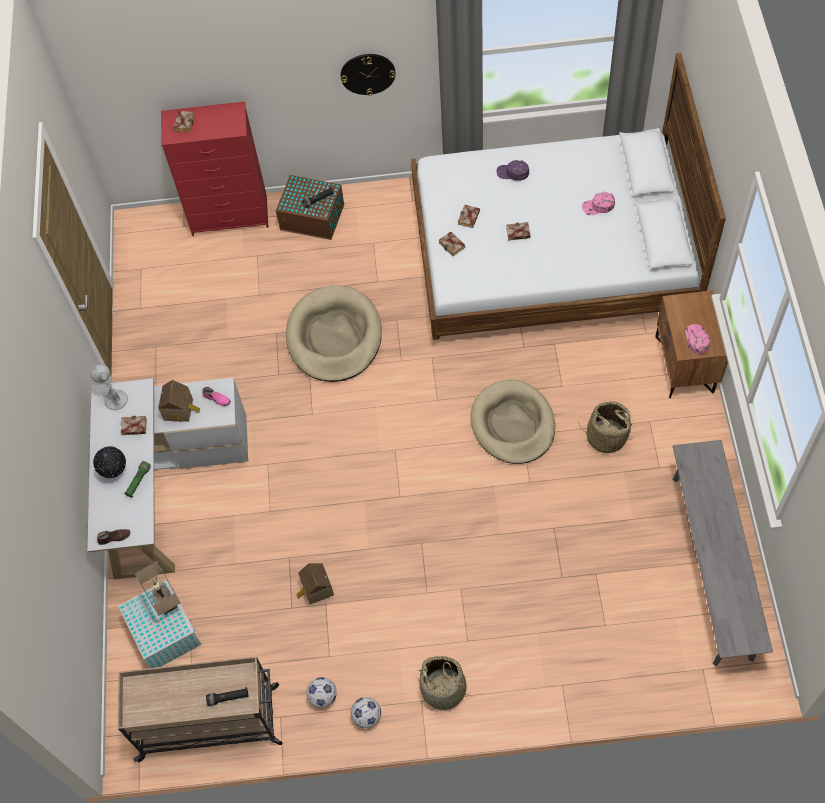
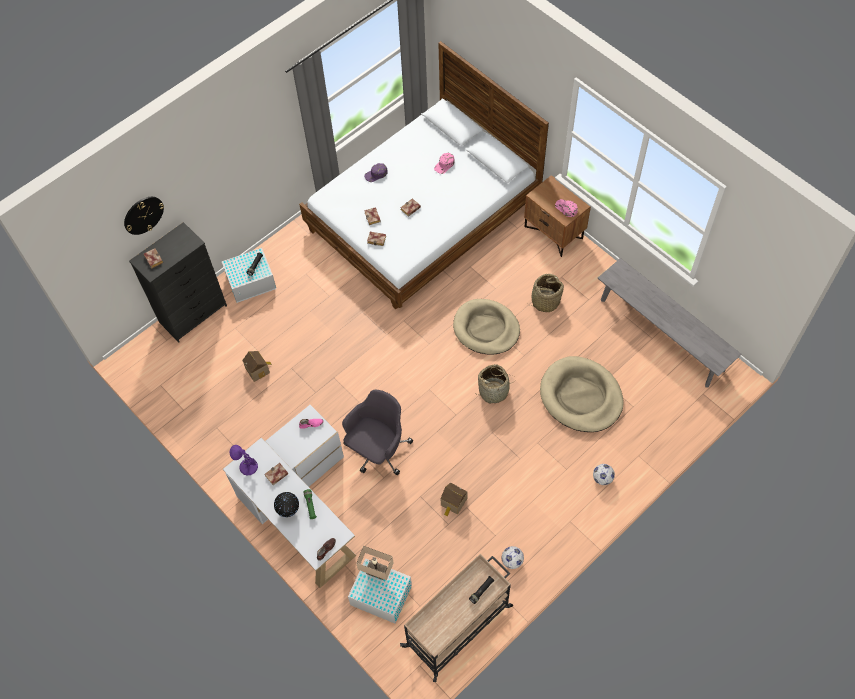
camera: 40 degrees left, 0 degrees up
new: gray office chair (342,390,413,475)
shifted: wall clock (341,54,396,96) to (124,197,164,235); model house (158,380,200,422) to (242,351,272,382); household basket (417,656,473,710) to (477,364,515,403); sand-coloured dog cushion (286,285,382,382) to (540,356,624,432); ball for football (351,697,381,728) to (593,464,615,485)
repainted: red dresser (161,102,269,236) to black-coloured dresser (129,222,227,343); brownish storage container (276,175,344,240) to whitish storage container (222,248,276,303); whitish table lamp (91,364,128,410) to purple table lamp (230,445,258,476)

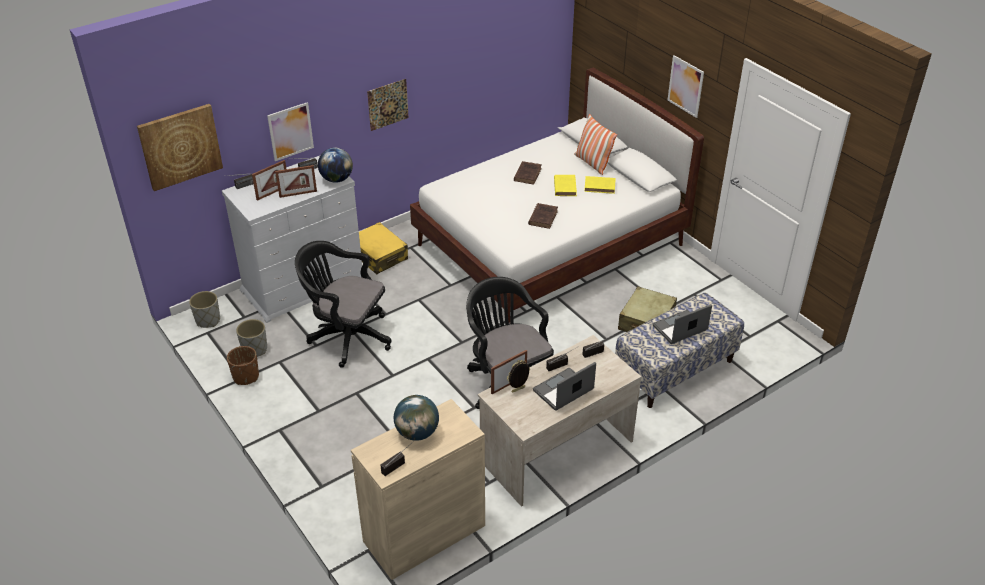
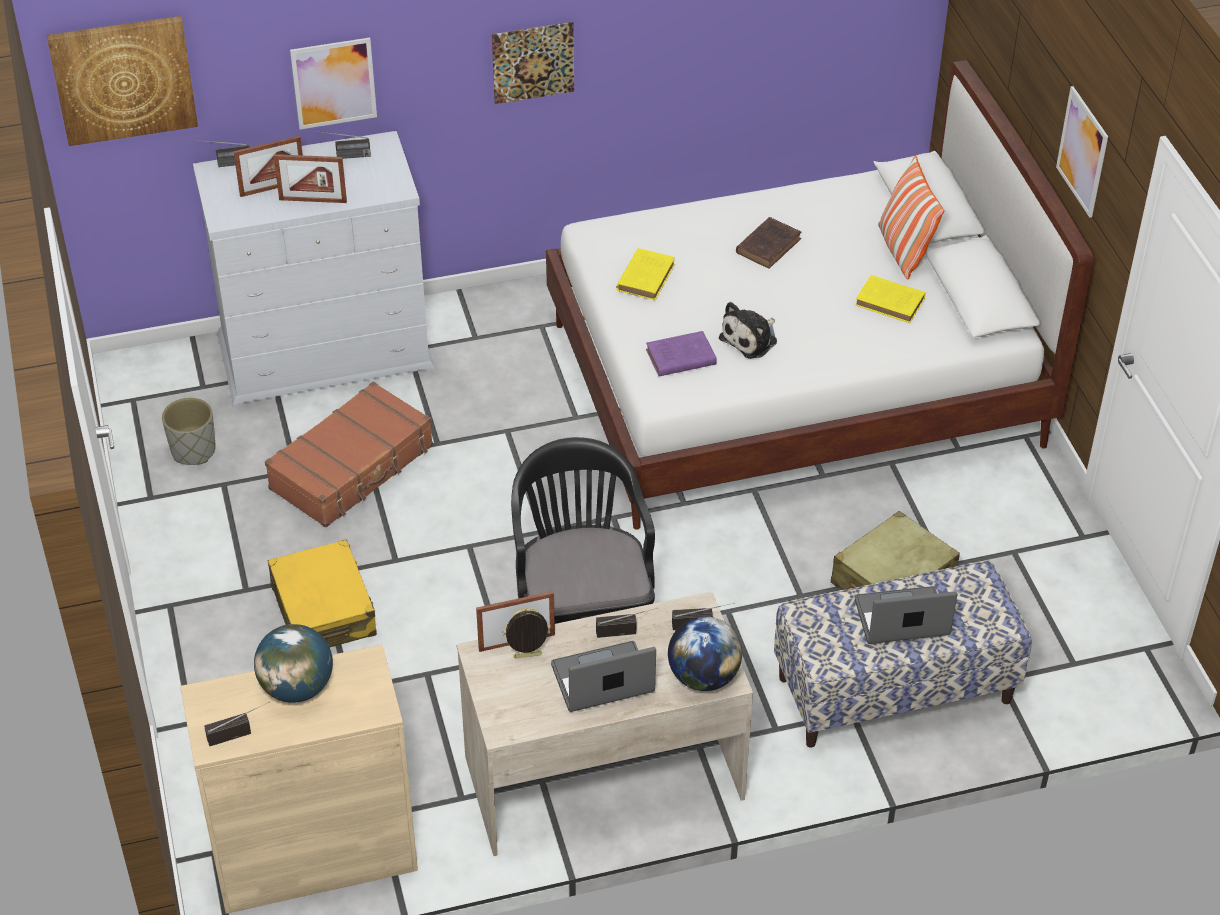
camera: 20 degrees right, 5 degrees up
gone: gray plant pot (189,291,220,328); brownish plant pot (227,346,259,385)
new: purple volume (646,331,717,376)
shifted: yellow-coloured travel case (359,222,408,275) to (268,539,377,647); yellow-coloured volume (554,175,577,196) to (616,248,675,300); world globe (318,148,353,183) to (668,616,742,691)
swapped: black-coloured office chair (295,241,392,368) to brownish travel case (265,381,433,528); brownish volume (528,203,558,229) to soft toy (719,302,777,359)

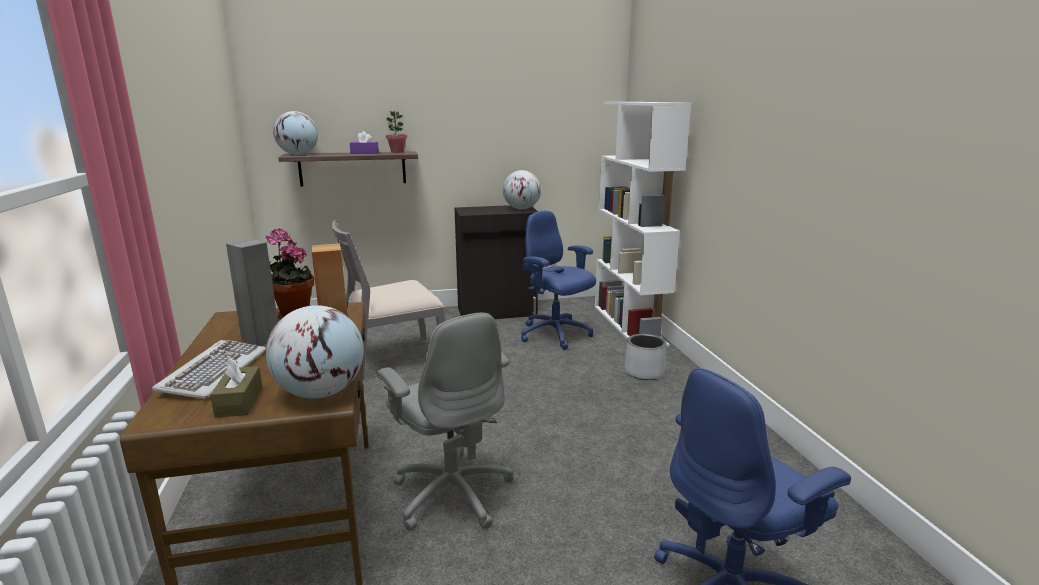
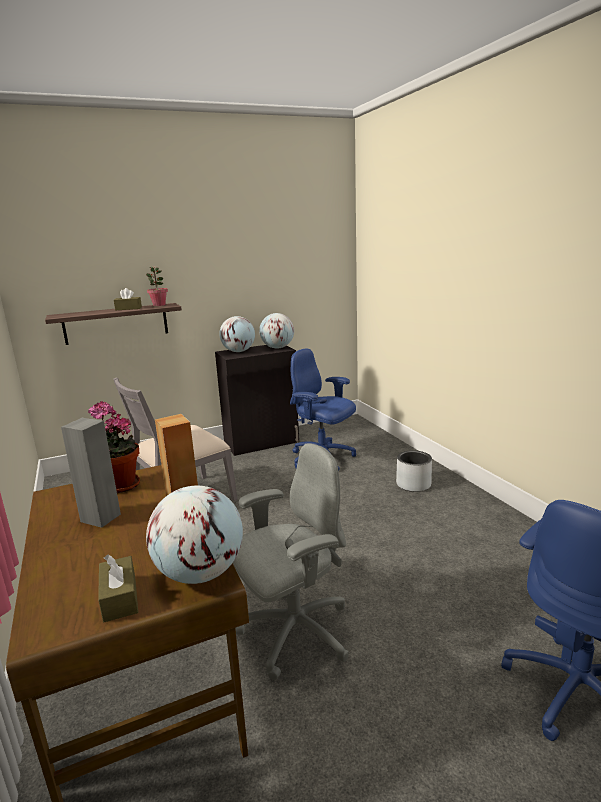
camera: 10 degrees left, 0 degrees up
gone: keyboard (152,340,266,399); whitish bookshelf (595,102,691,347)
shifted: world globe (273,111,318,155) to (219,316,255,352)
repainted: purple tissue holder (350,131,379,154) to brownish tissue holder (114,288,142,310)
rotated: gray office chair (377,313,513,531) = (233,443,349,680) 75 degrees counterclockwise

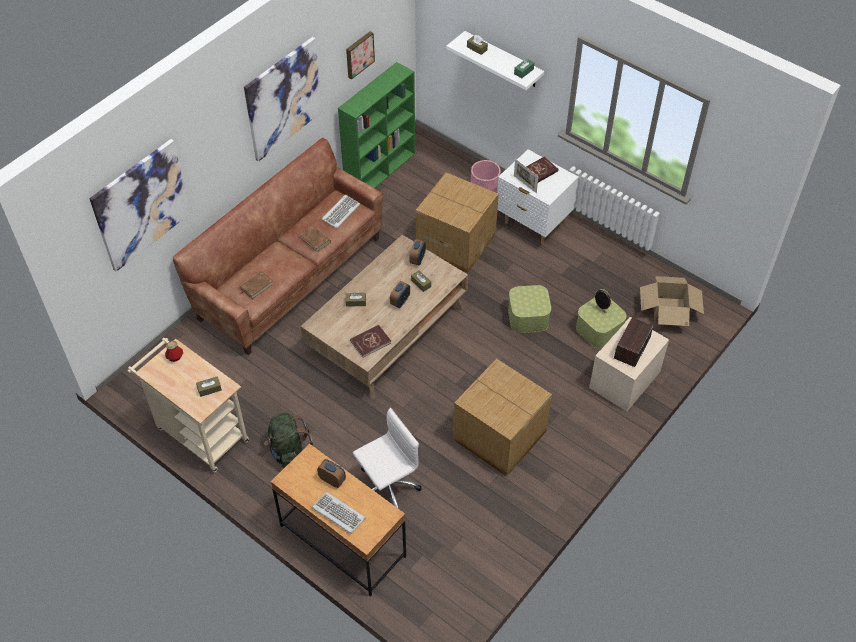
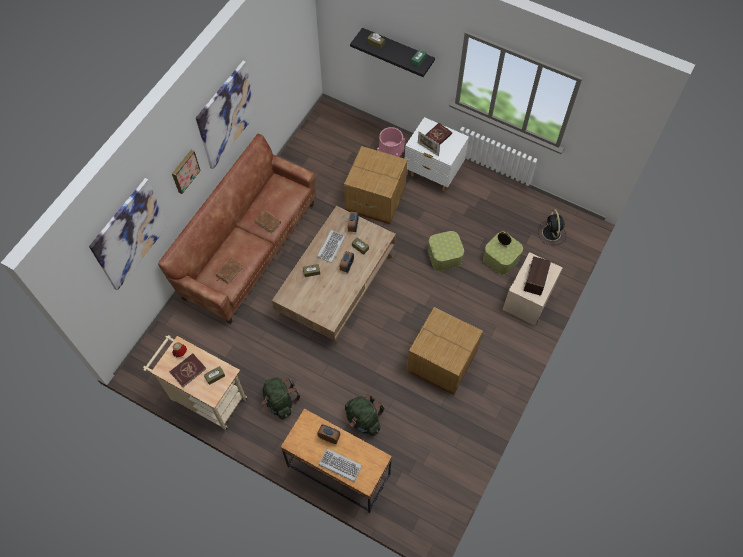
camera: 10 degrees left, 10 degrees up
gone: green-coloured bookshelf (338,62,415,188)
shifted: red volume (350,325,391,358) to (170,353,206,387); picture (346,31,375,79) to (172,150,201,194); keyboard (322,195,360,228) to (317,230,345,263)
swapped: whitish office chair (353,408,421,509) to green-coloured knapsack (345,394,385,436); carton (640,276,704,326) to black-coloured fan (538,209,566,245)
repainted: whitish wall shelf (446,31,544,90) to black-coloured wall shelf (350,28,435,77)

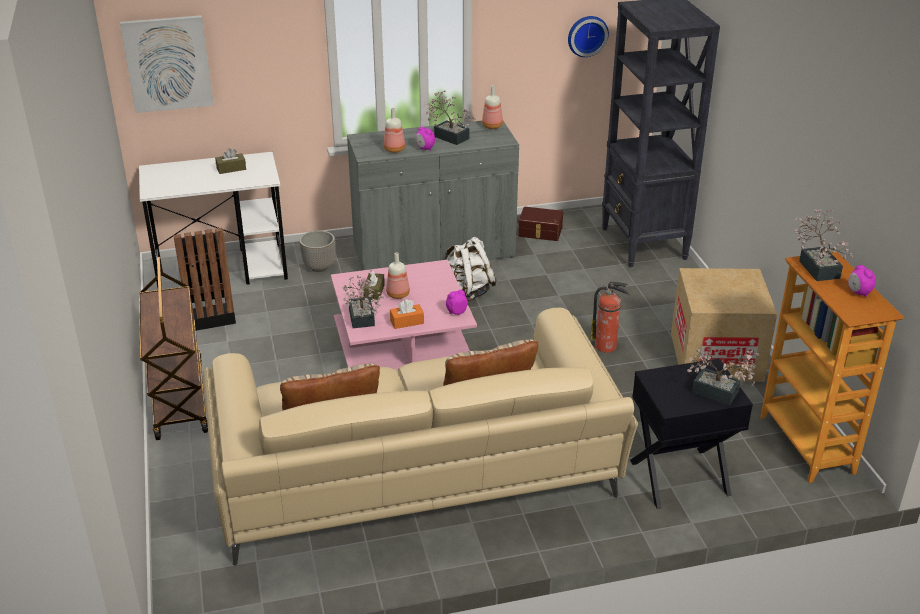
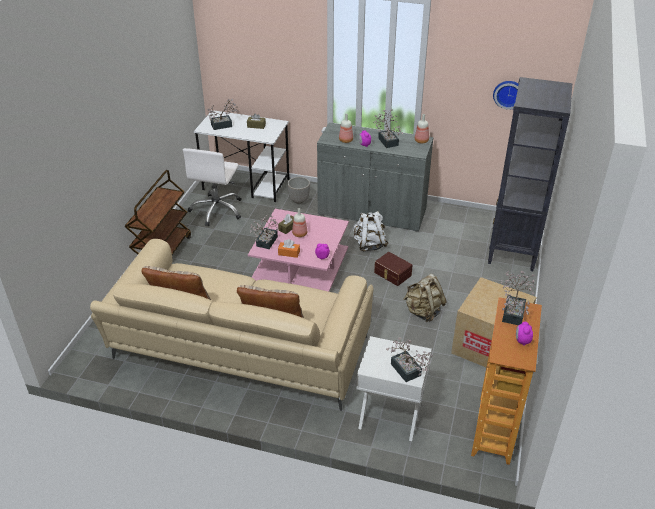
camera: 30 degrees right, 5 degrees up
gone: picture (120,15,214,113)
new: plant in a pot (205,99,239,130)
shifted: brownish storage container (518,207,563,241) to (374,252,412,286)
swapped: black-coloured trash can (173,228,236,331) to whitish office chair (183,148,242,226); fire-fighting cylinder (590,282,630,353) to sand-coloured knapsack (403,274,447,322)
repainted: black-coloured end table (630,359,753,509) to whitish end table (356,336,432,441)

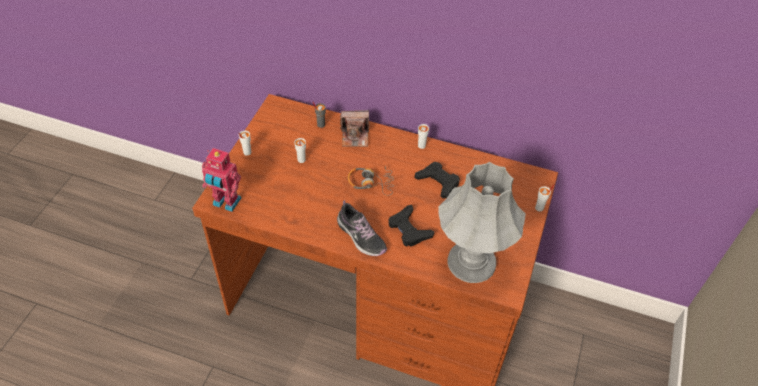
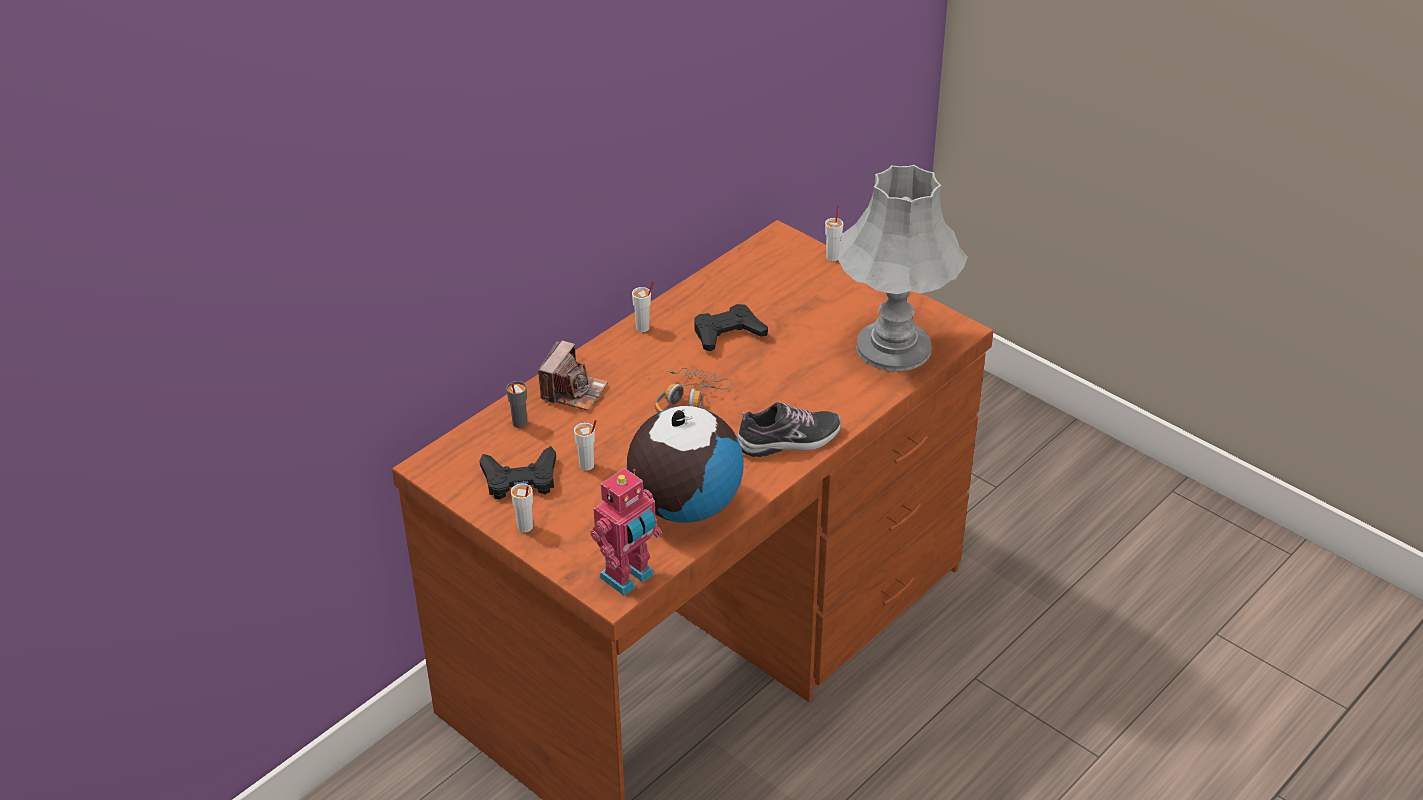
camera: 65 degrees left, 10 degrees down
new: world globe (627,406,744,523)
shifted: black-coloured gamepad (389,205,434,247) to (479,446,556,499)

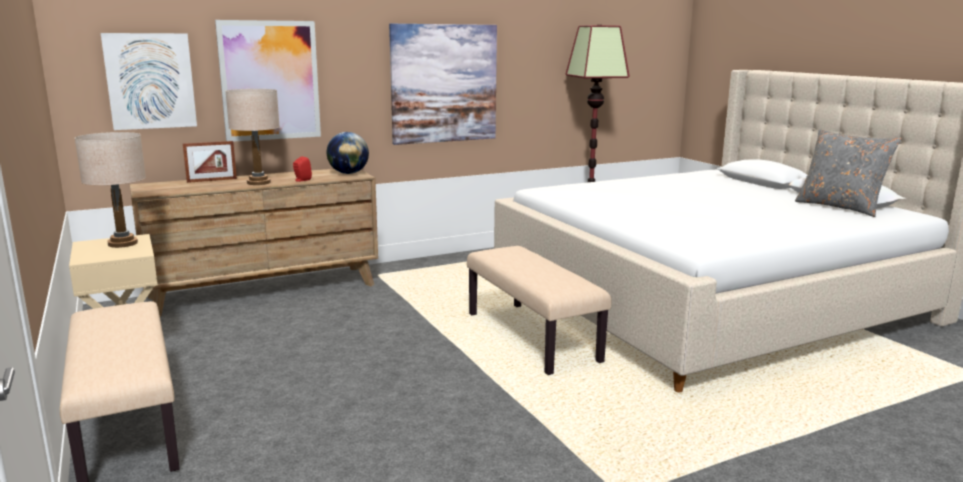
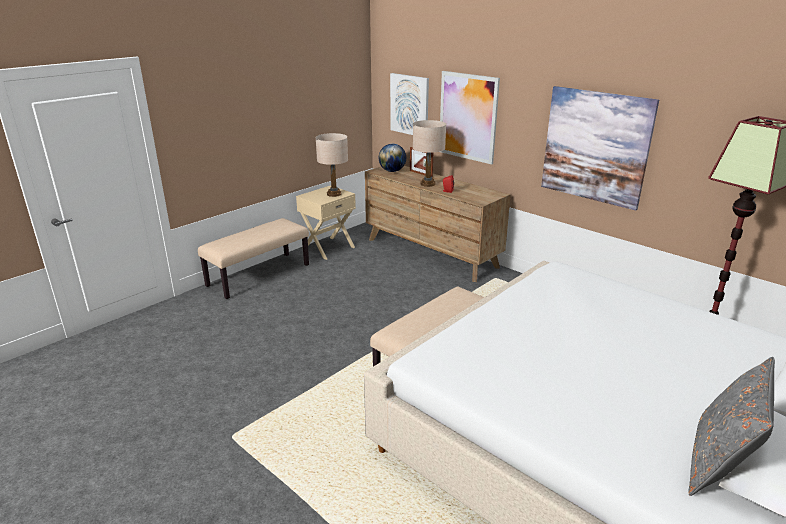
camera: 70 degrees right, 10 degrees up
shifted: world globe (327,132,369,174) to (379,144,406,172)

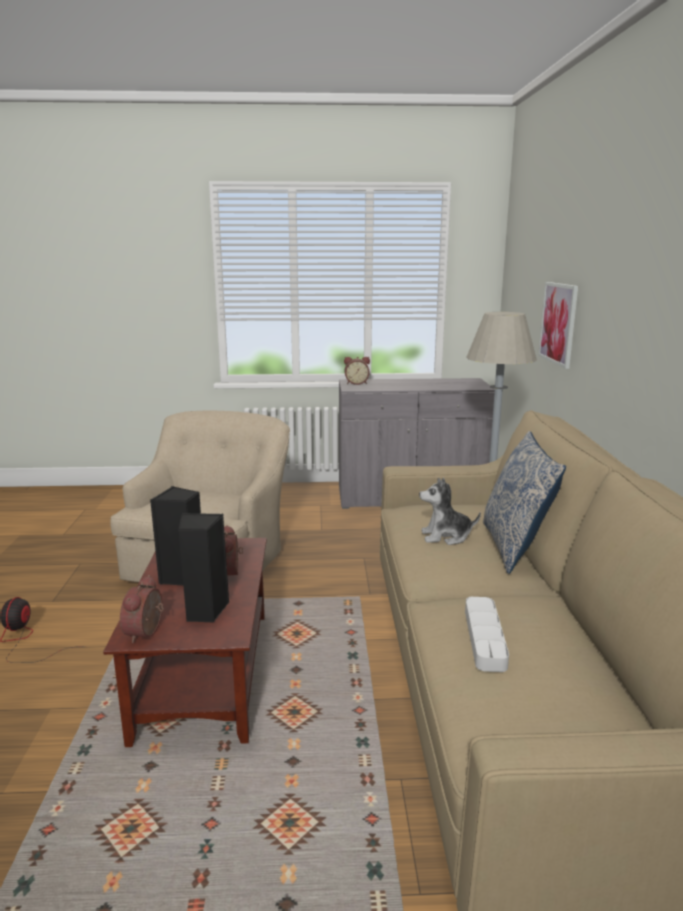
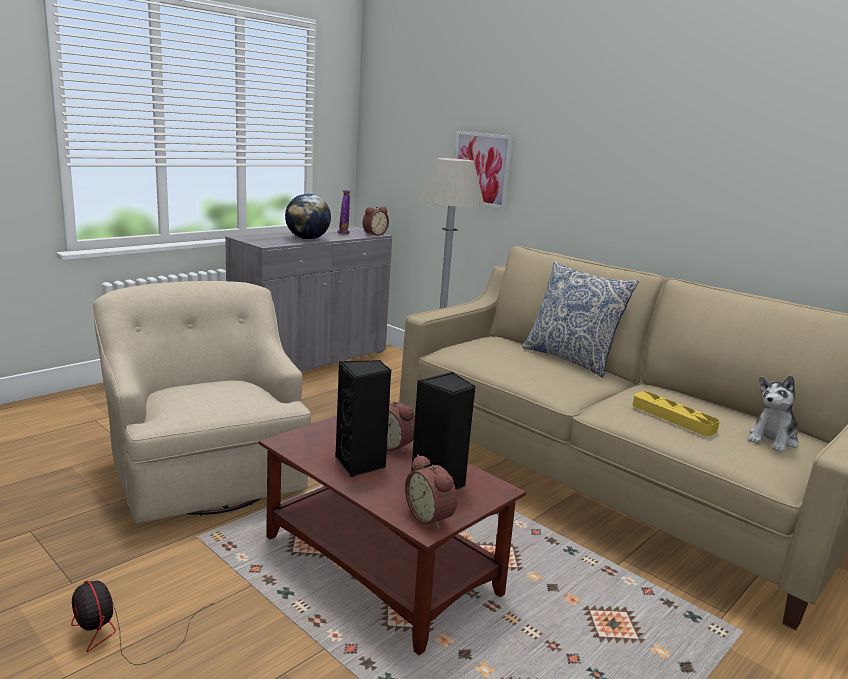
camera: 45 degrees left, 0 degrees up
new: world globe (285,194,331,240); purple vase (337,190,351,235)
shifted: alarm clock (344,357,370,385) to (363,206,389,236); soft toy (419,477,481,545) to (748,375,799,452)
repainted: gray tray (465,597,509,672) to yellow-coloured tray (633,391,720,436)

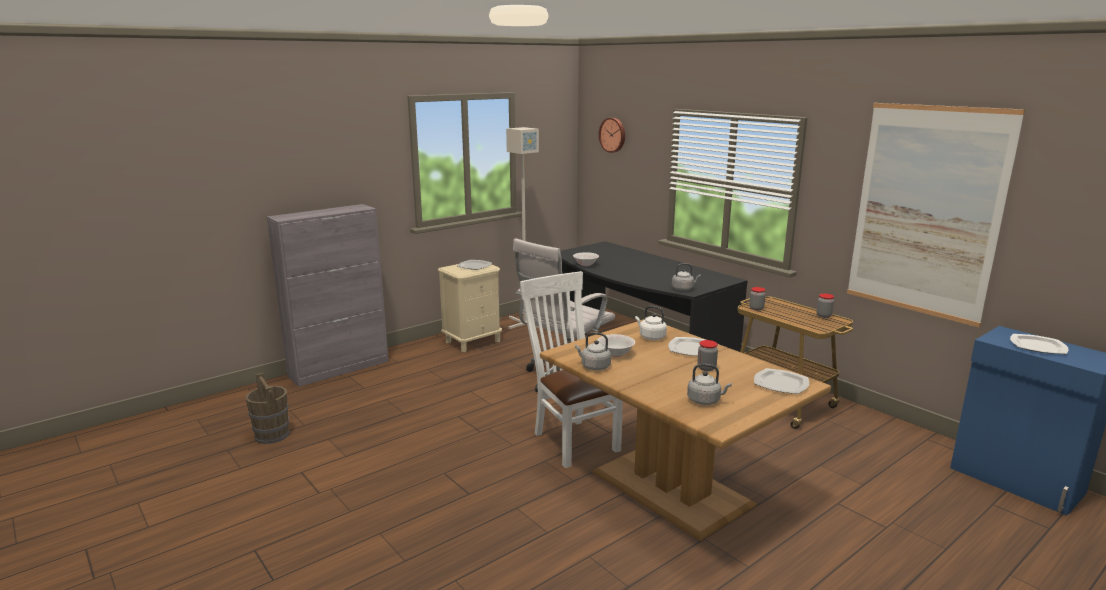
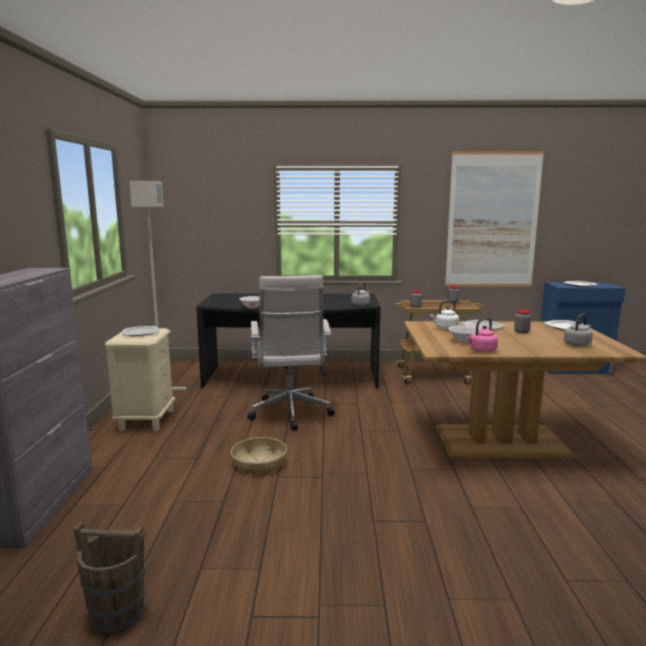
camera: 50 degrees left, 5 degrees down
gone: whitish chair (520,271,623,468); wall clock (599,118,625,153)
new: household basket (231,437,287,475)
repainted: gray water kettle (575,332,611,370) to pinkish water kettle (467,318,498,352)

